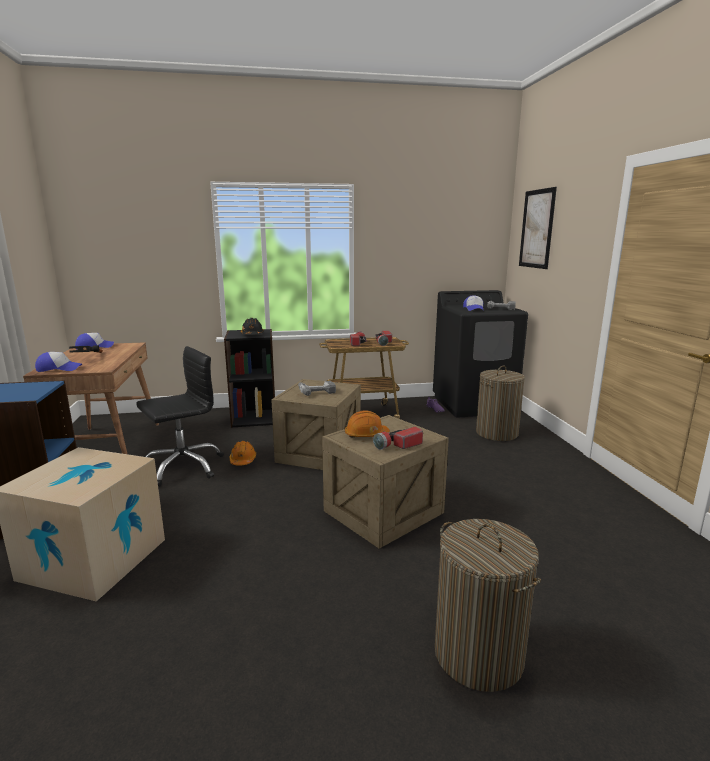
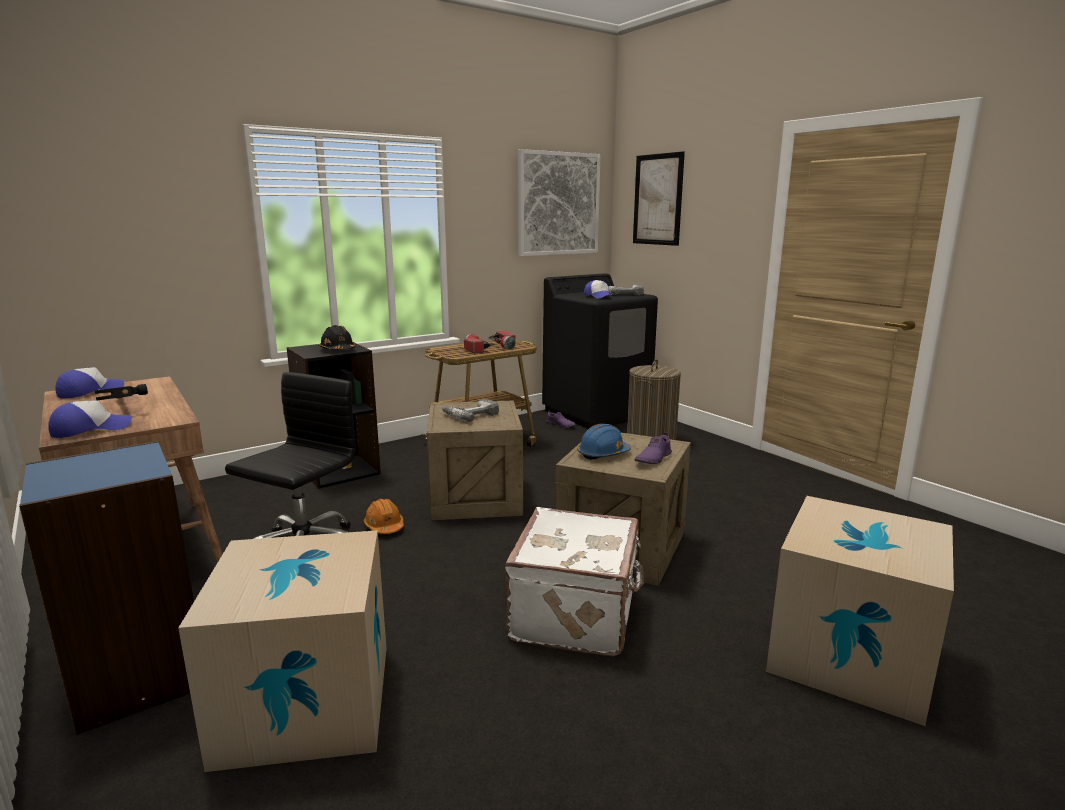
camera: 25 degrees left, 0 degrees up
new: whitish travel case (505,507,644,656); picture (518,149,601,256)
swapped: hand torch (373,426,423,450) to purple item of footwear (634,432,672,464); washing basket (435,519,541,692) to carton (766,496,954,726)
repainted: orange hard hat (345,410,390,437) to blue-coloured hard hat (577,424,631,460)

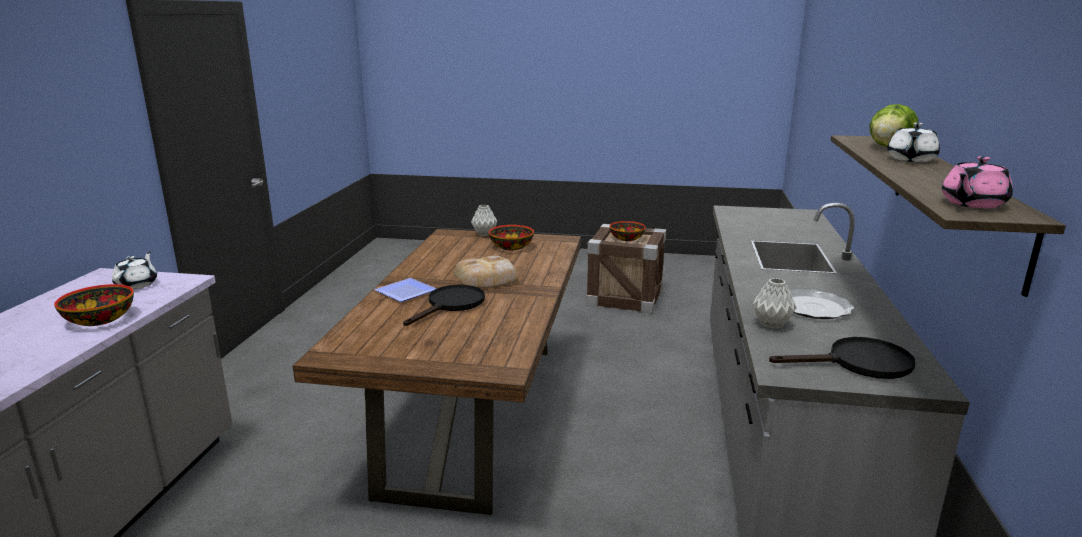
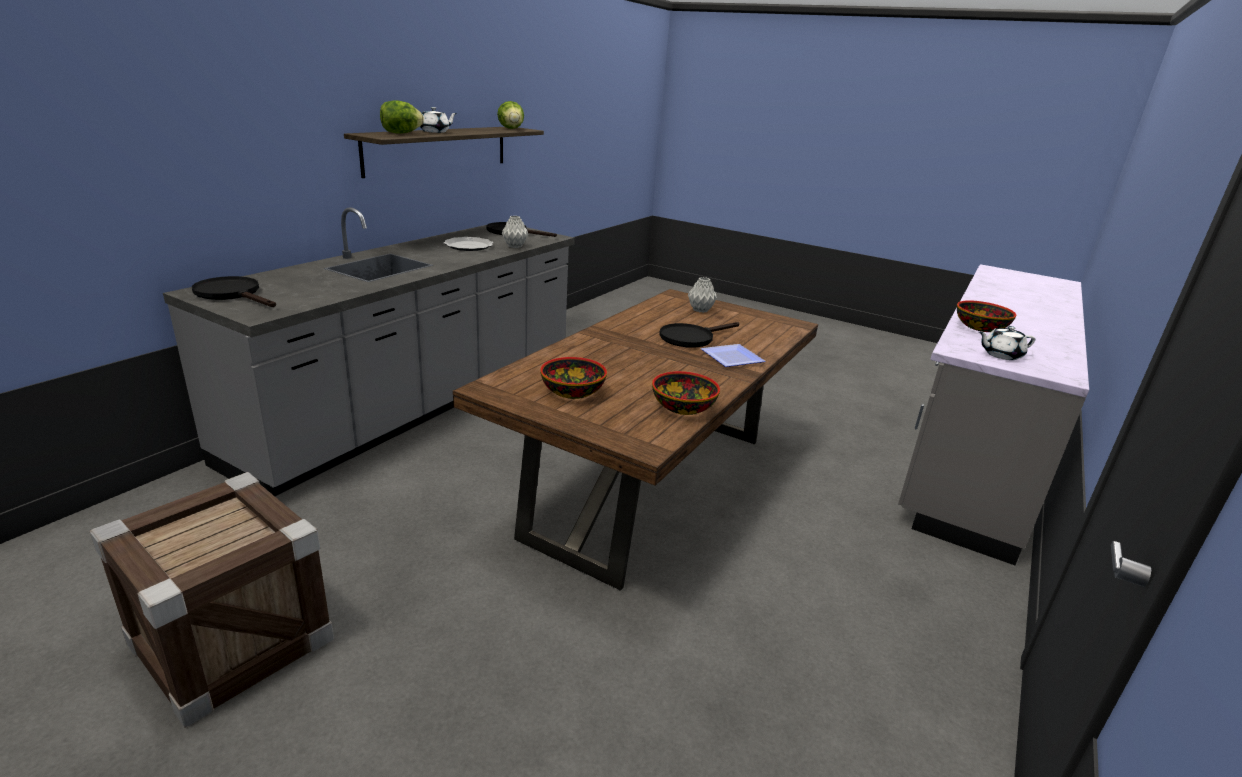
camera: 160 degrees left, 5 degrees up
gone: bakery bread (454,256,518,289)
new: black-coloured pan (192,276,276,307)
shifted: deep dish (610,221,646,241) to (652,371,720,415); gray vase (471,205,497,236) to (688,277,717,313)
swapped: pinkish tea pot (942,156,1013,208) to lettuce head (497,101,524,129)
rotated: whitish tea pot (112,252,157,290) = (979,326,1035,360) 60 degrees clockwise

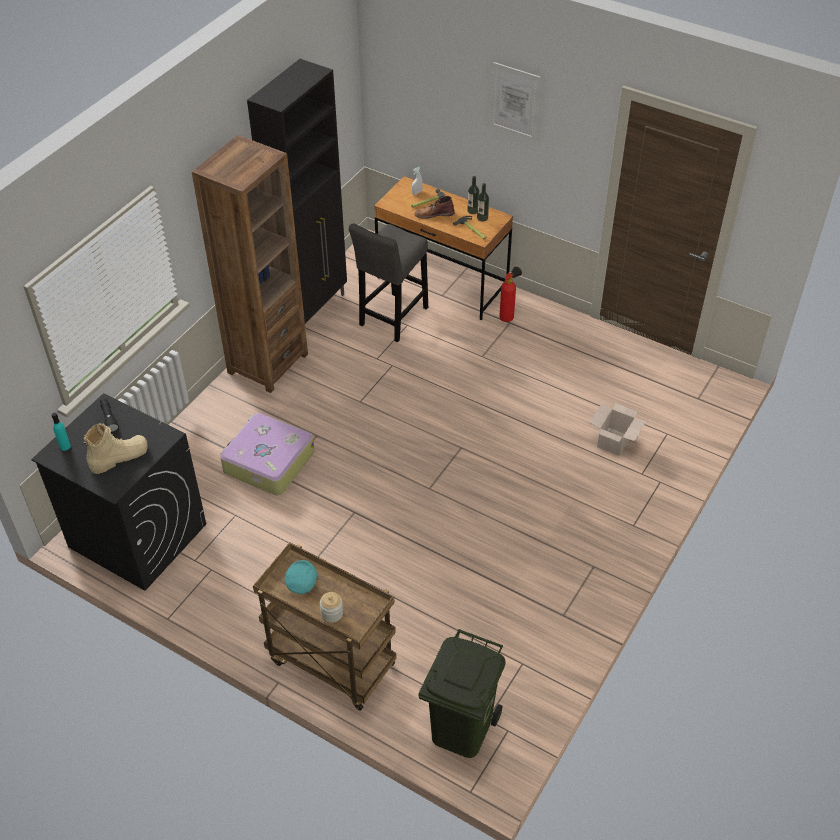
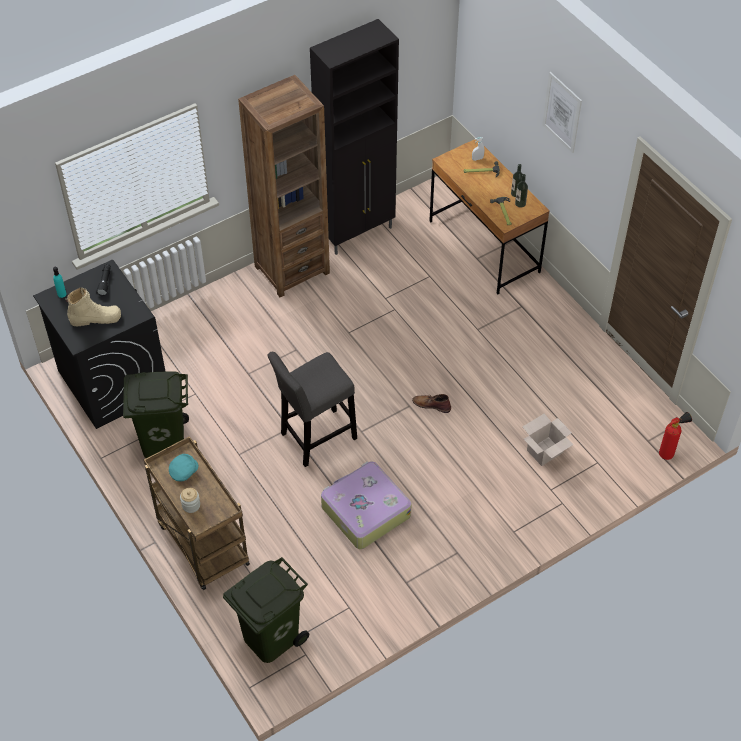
camera: 25 degrees right, 5 degrees up
new: green-coloured trash can (123,371,189,458)
shifted: gray stool (349,223,428,342) to (267,352,357,467); travel case (220,413,314,495) to (321,461,412,549); brownish high-top boot (414,196,455,219) to (412,394,451,413); fire-fighting cylinder (499,266,522,322) to (659,412,692,460)

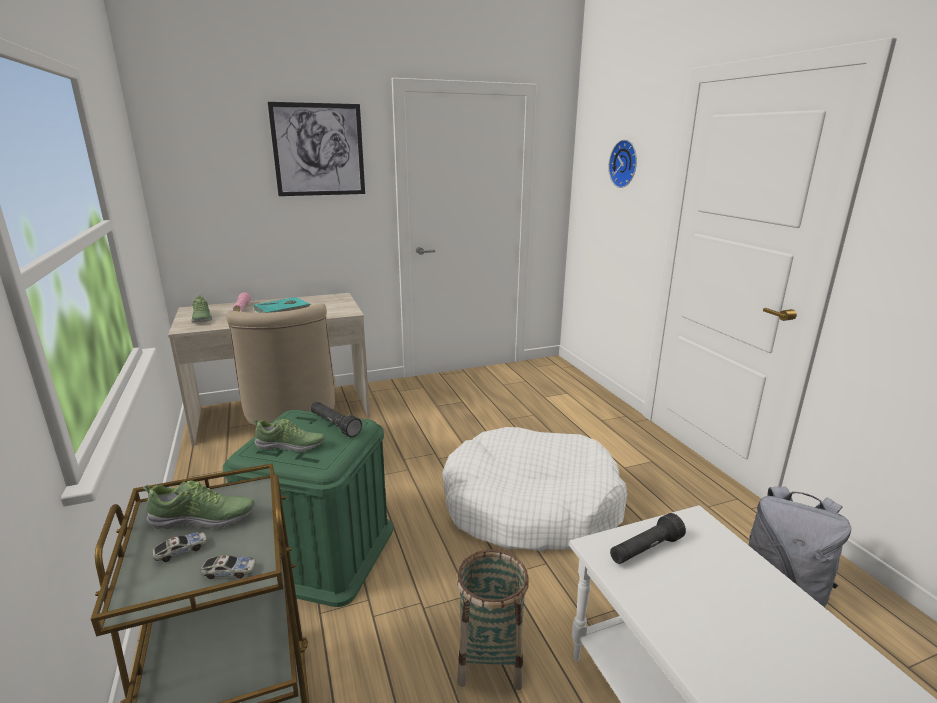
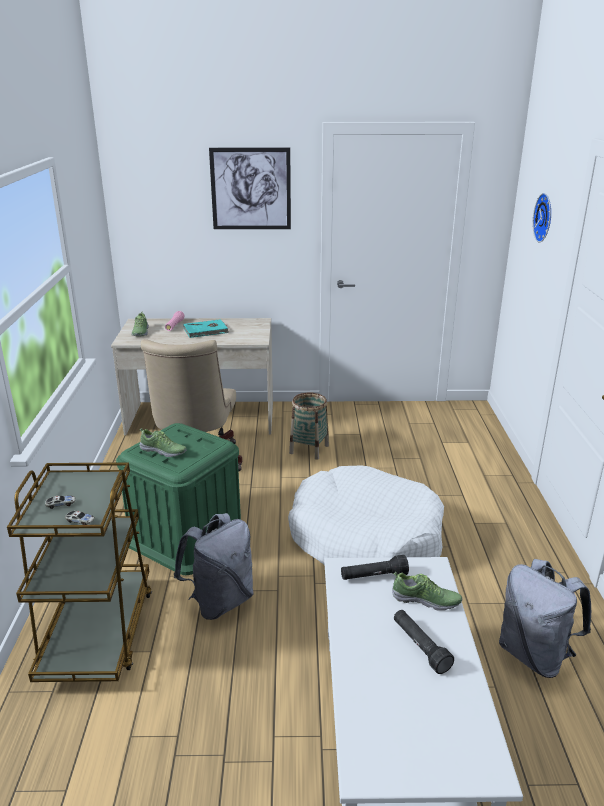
camera: 20 degrees right, 5 degrees up
new: gray knapsack (174,513,254,620)
shifted: household basket (457,550,529,690) to (289,393,329,460); item of footwear (143,480,255,529) to (392,572,462,611); black-coloured hand torch (311,402,362,437) to (394,610,454,674)

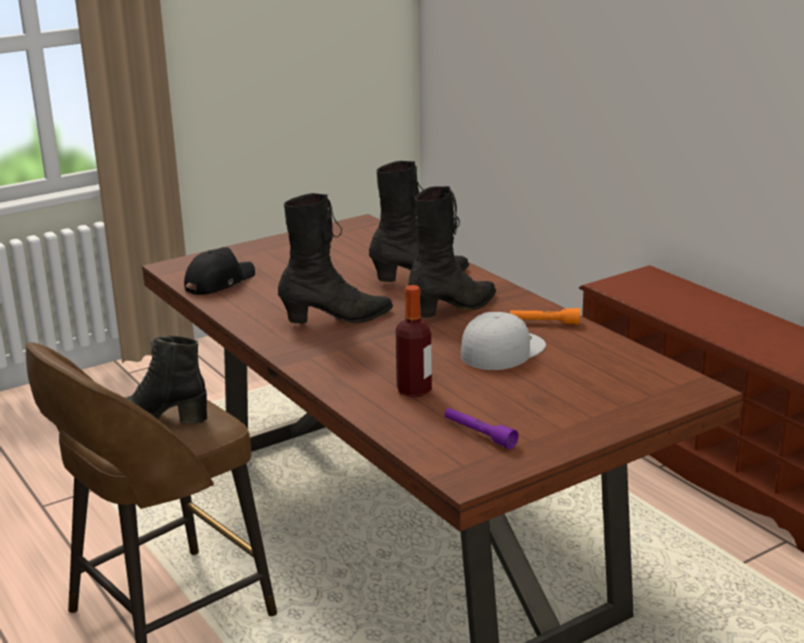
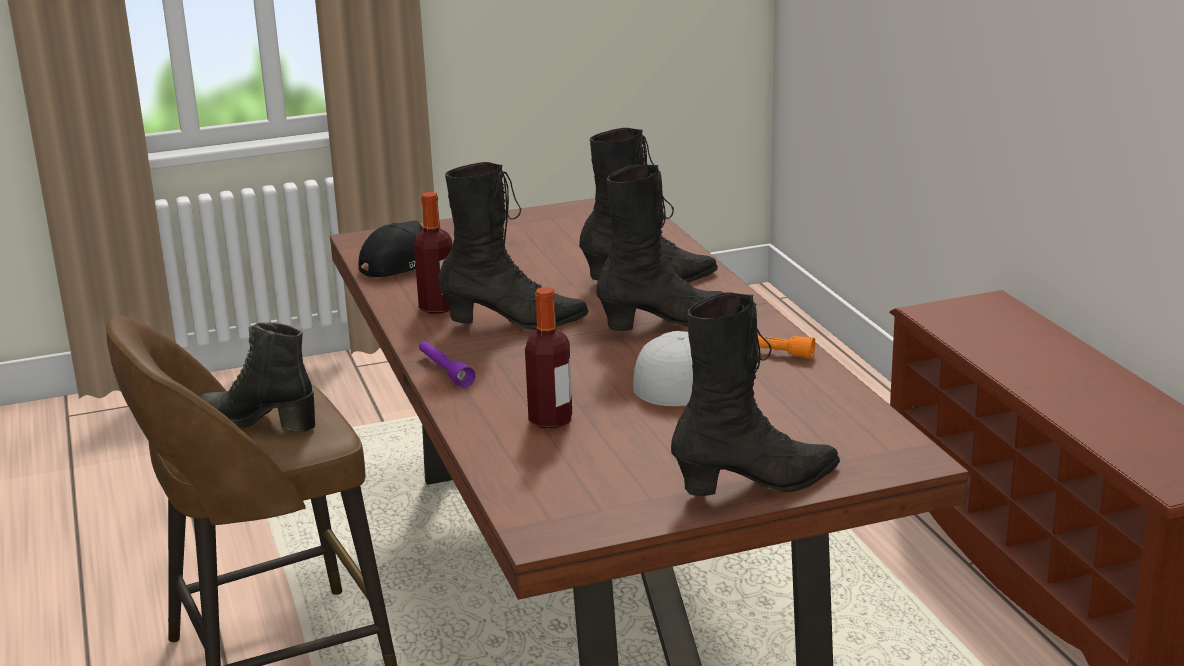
camera: 15 degrees right, 0 degrees up
new: beverage bottle (414,192,453,314); black-coloured high-top boot (671,292,840,496)
shifted: purple hand torch (445,408,519,449) to (419,341,475,388)

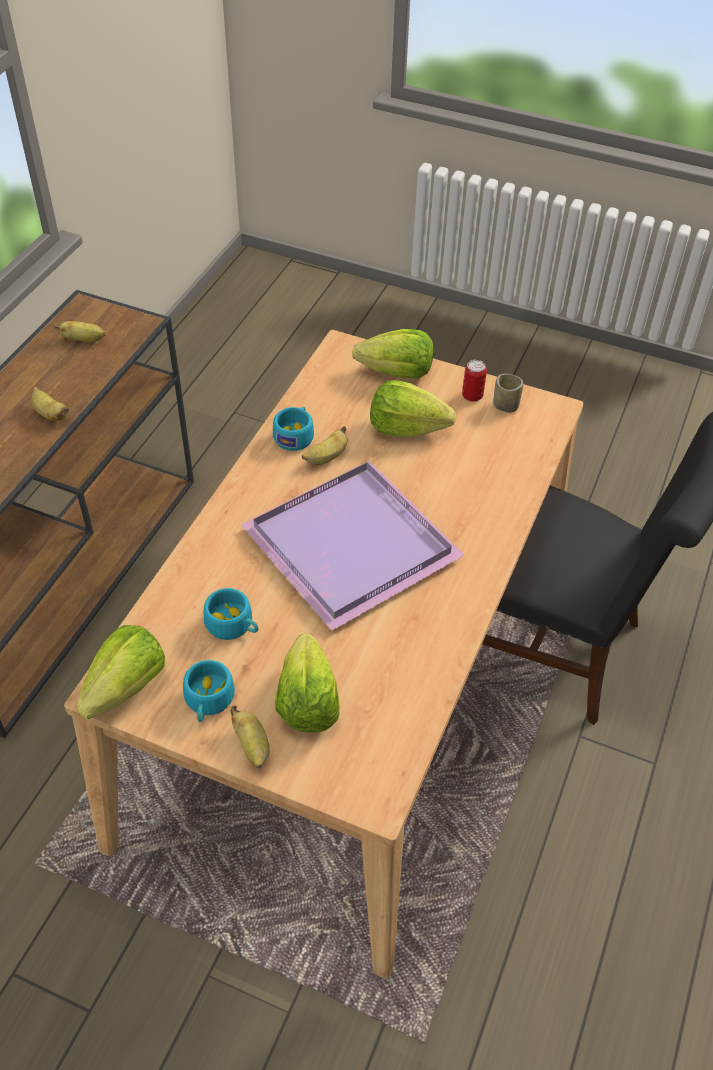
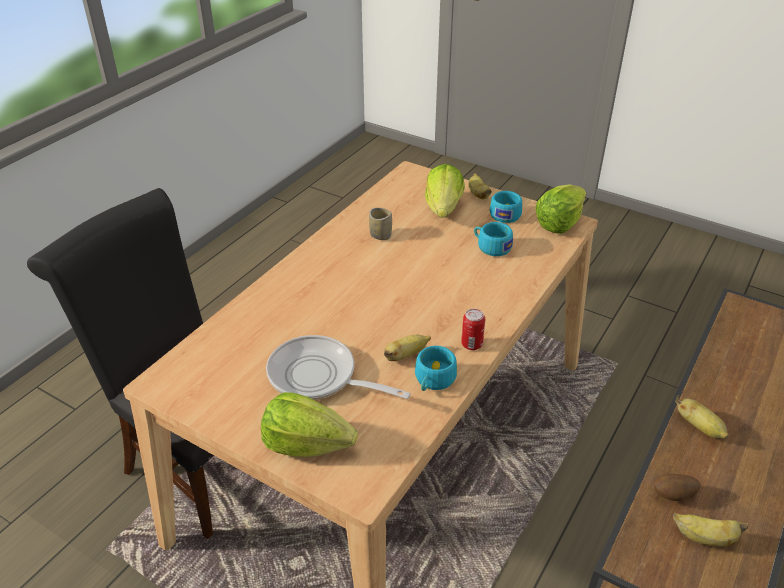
camera: 170 degrees left, 10 degrees down
gone: purple tray (241,461,464,631)
new: potato (654,473,701,501)
shifted: cup (493,374,523,412) to (369,208,392,240); metal can (462,360,487,402) to (461,309,485,350)
swapped: lettuce head (370,380,456,437) to pan (266,335,411,400)

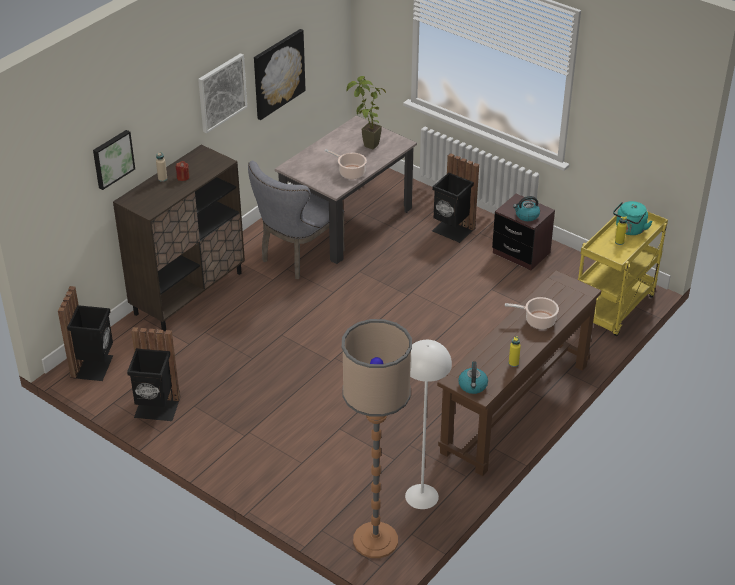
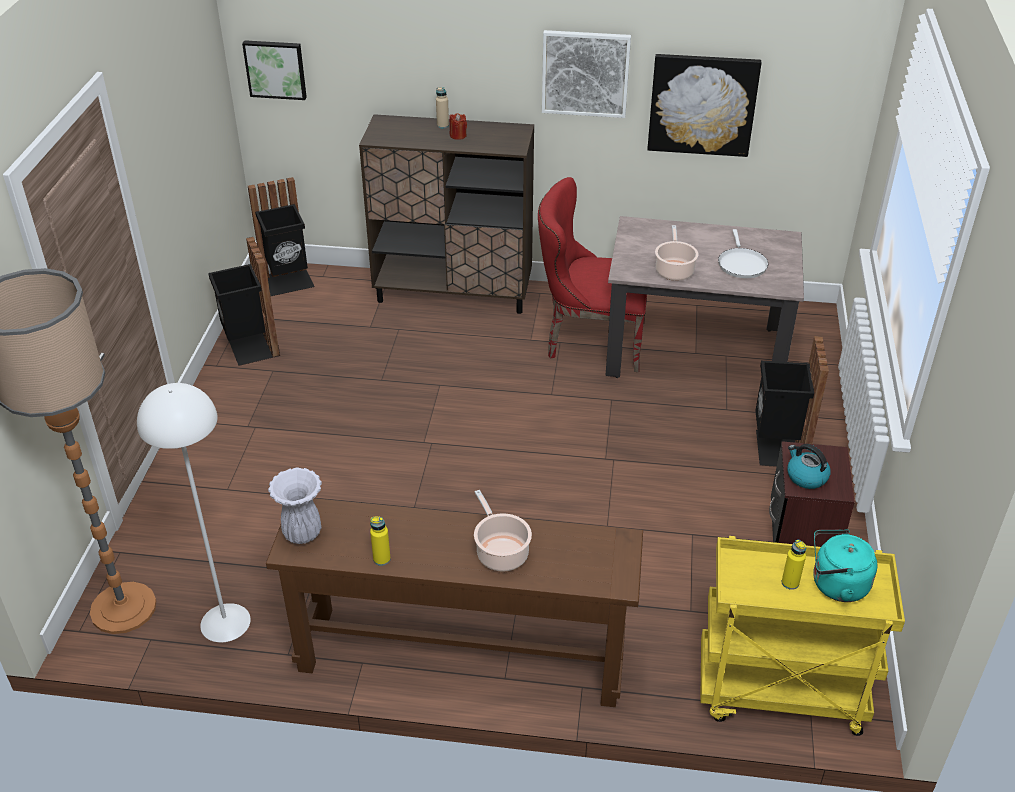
camera: 60 degrees right, 0 degrees up
shifted: picture (93,130,135,190) to (242,40,307,100)
swapped: water kettle (458,361,488,394) to whitish vase (268,467,322,544); plant in a pot (346,76,386,150) to whitish pan (718,229,768,278)
repainted: gray chair (248,161,345,279) to red chair (538,177,647,372)

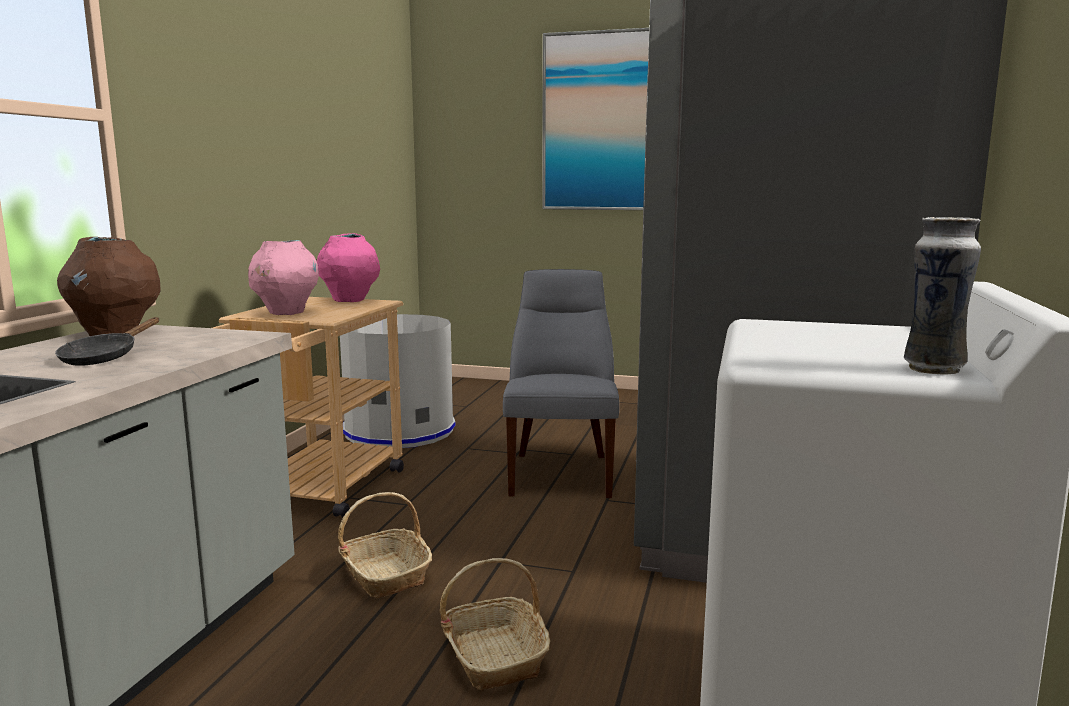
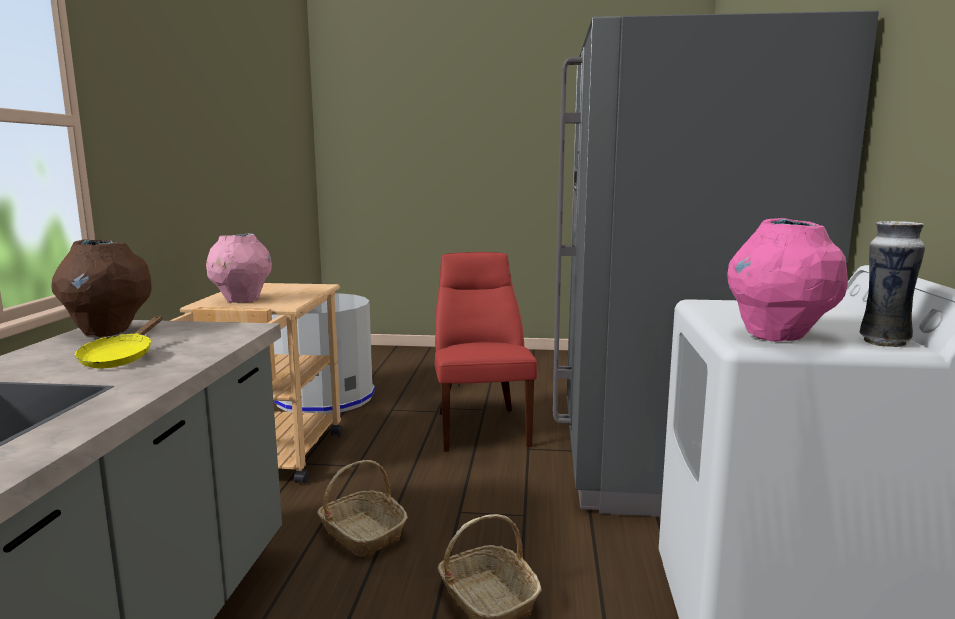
camera: 10 degrees left, 0 degrees up
gone: picture (542,28,649,210)
shifted: pinkish vase (317,233,380,302) to (727,218,848,342)
repainted: black-coloured pan (55,317,159,366) to yellow-coloured pan (75,316,162,368); gray chair (503,269,619,498) to red chair (435,252,537,452)

